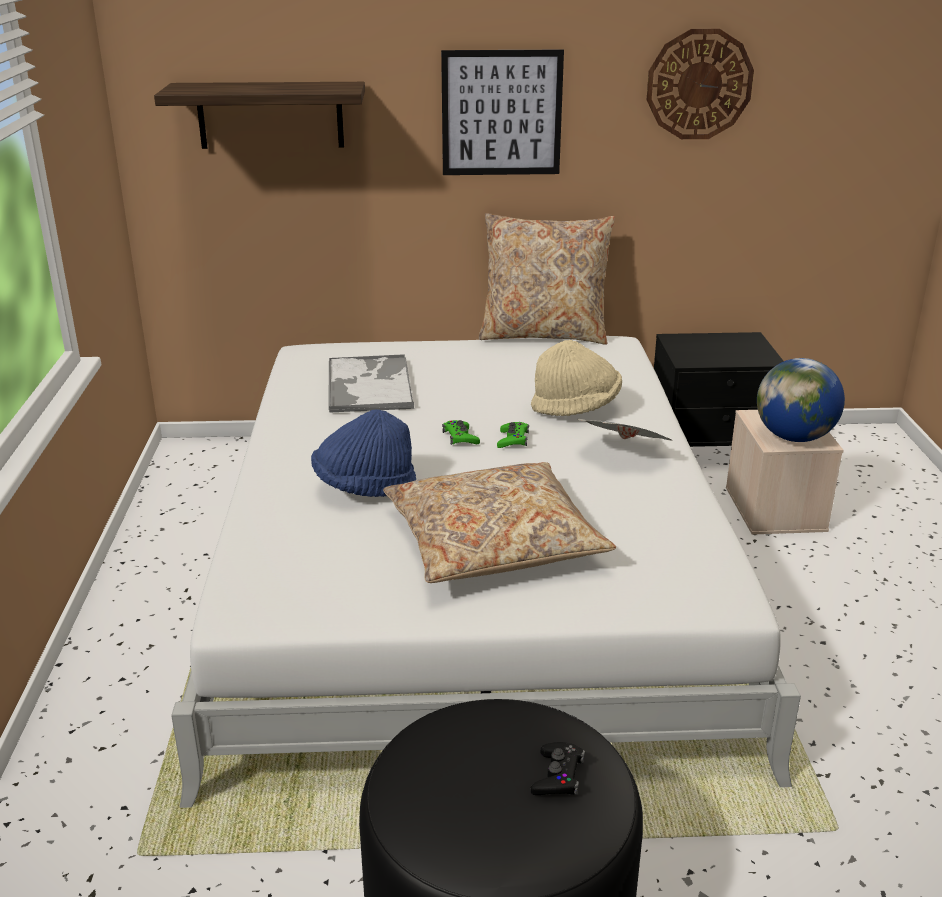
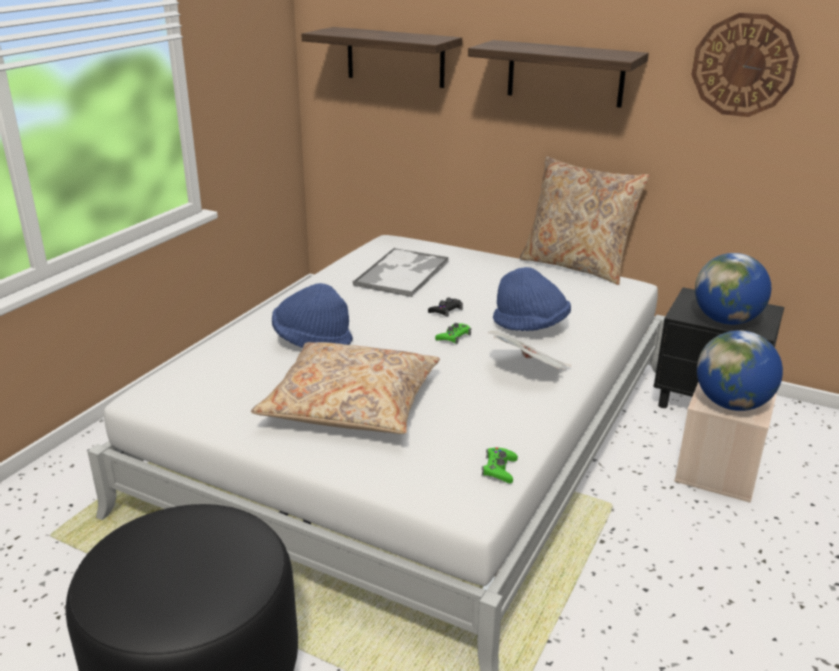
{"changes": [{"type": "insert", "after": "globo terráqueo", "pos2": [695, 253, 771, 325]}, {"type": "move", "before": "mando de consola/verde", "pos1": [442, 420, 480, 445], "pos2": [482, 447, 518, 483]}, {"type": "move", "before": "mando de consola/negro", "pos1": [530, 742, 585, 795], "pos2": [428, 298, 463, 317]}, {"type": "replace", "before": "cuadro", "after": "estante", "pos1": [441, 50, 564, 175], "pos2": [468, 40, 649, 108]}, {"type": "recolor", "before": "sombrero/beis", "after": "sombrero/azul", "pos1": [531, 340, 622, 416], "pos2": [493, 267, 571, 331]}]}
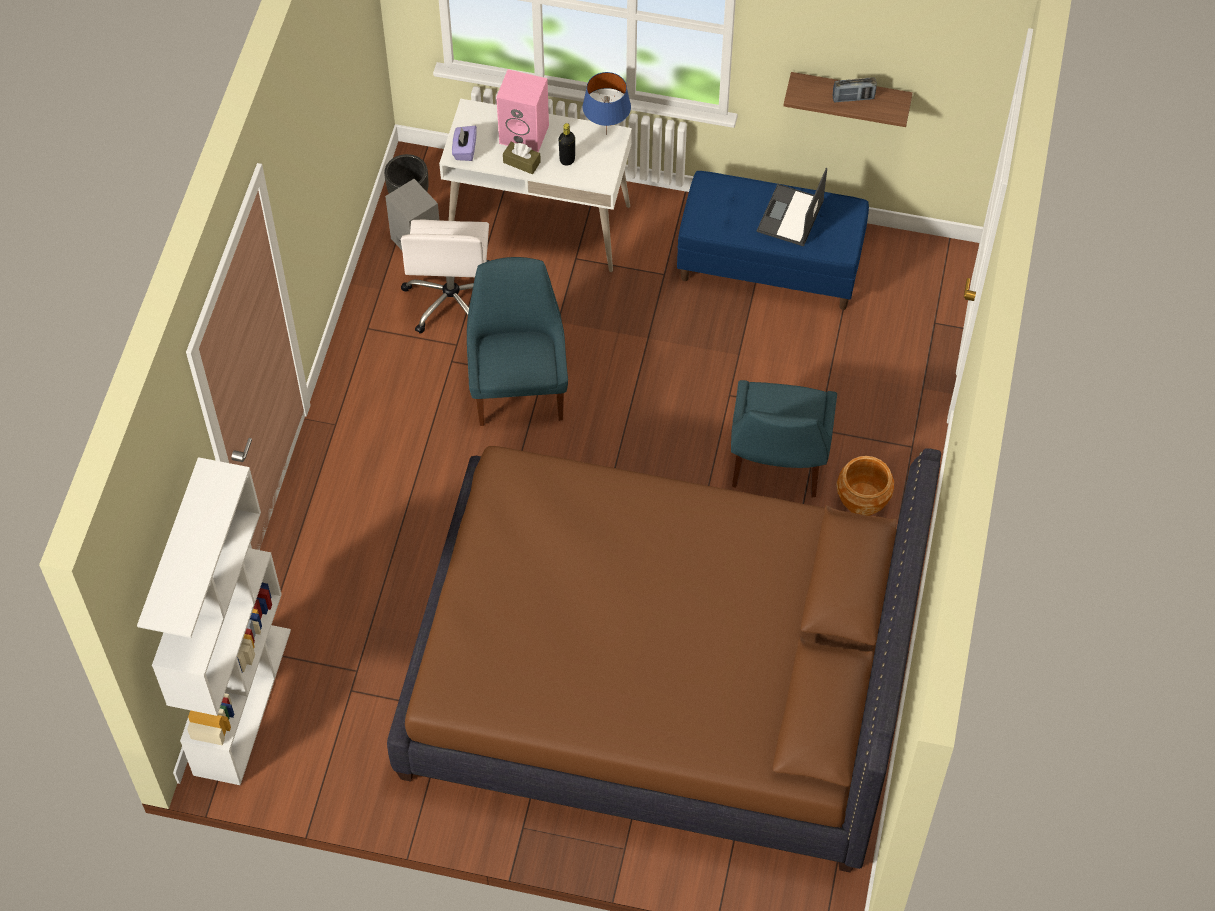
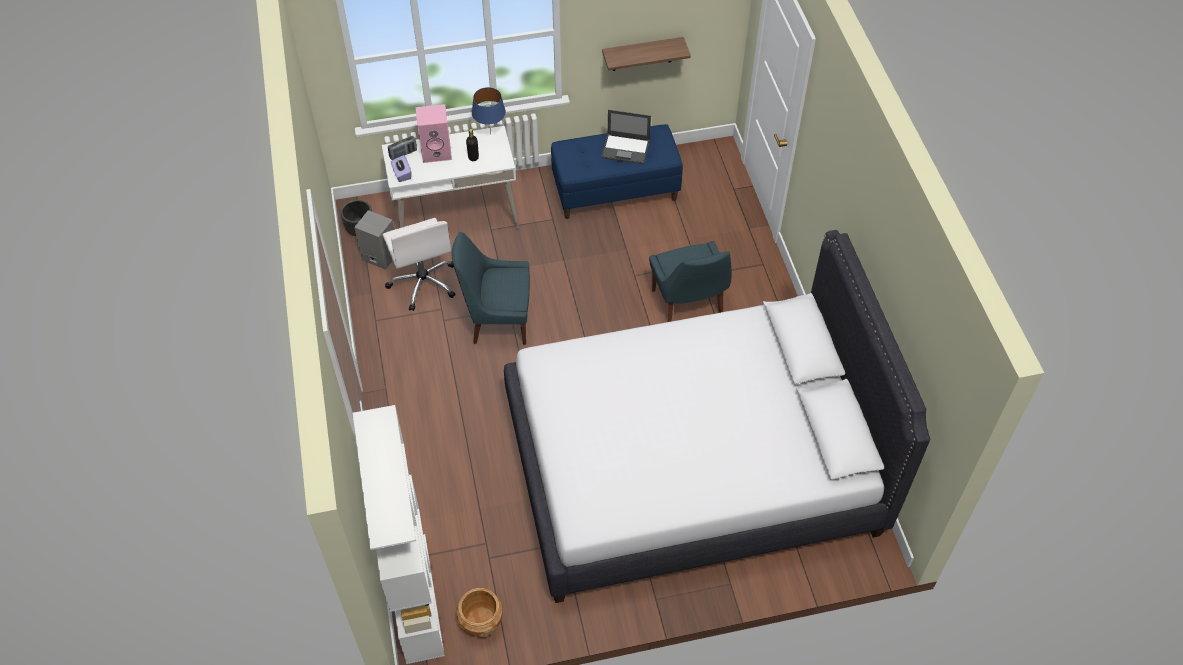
{"changes": [{"type": "delete", "before": "caja de pañuelos/marrón", "pos1": [503, 142, 541, 174]}, {"type": "move", "before": "radio", "pos1": [833, 77, 877, 102], "pos2": [388, 136, 417, 160]}, {"type": "move", "before": "maceta/marrón", "pos1": [836, 456, 894, 516], "pos2": [456, 588, 503, 637]}, {"type": "recolor", "before": "cama/marrón", "after": "cama/blanco", "pos1": [387, 446, 941, 872], "pos2": [504, 230, 930, 603]}, {"type": "rotate", "before": "silla/azul", "pos1": [467, 257, 568, 426], "pos2": [452, 232, 530, 345], "turn": -60}, {"type": "rotate", "before": "portátil", "pos1": [757, 168, 827, 246], "pos2": [601, 110, 651, 165], "turn": -75}]}
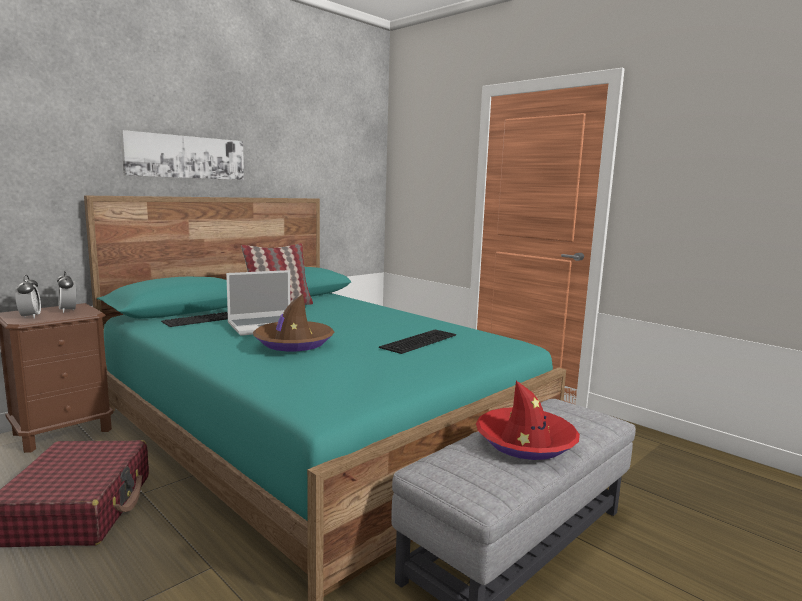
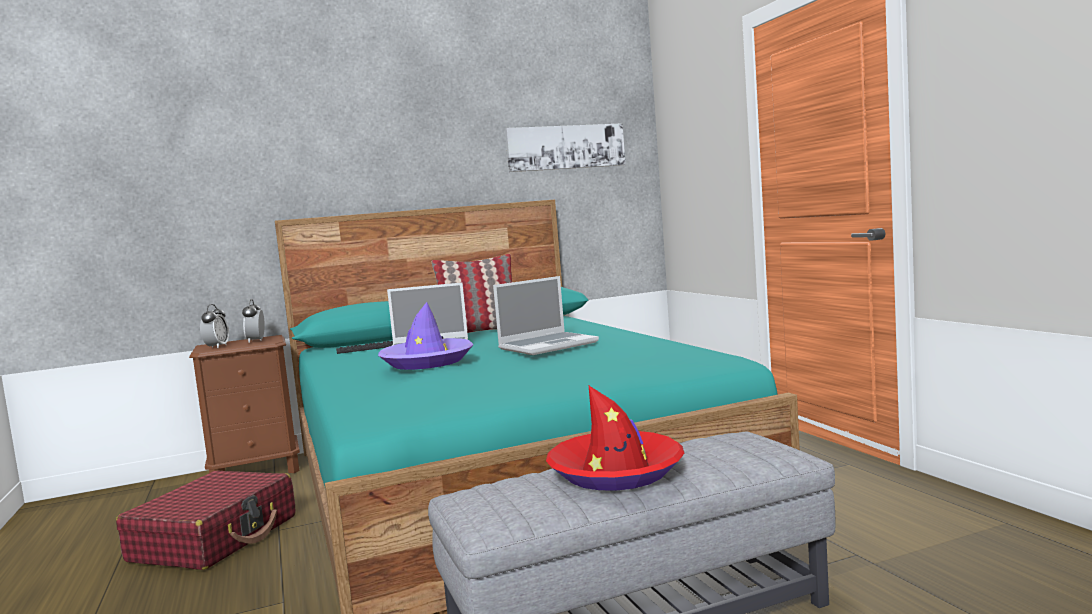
{"changes": [{"type": "delete", "before": "teclado", "pos1": [379, 330, 456, 354]}, {"type": "insert", "after": "portátil", "pos2": [493, 276, 599, 355]}, {"type": "move", "before": "cuadro", "pos1": [121, 130, 244, 180], "pos2": [505, 123, 626, 172]}, {"type": "recolor", "before": "sombrero/marrón", "after": "sombrero/morado", "pos1": [253, 294, 334, 351], "pos2": [378, 302, 474, 370]}]}
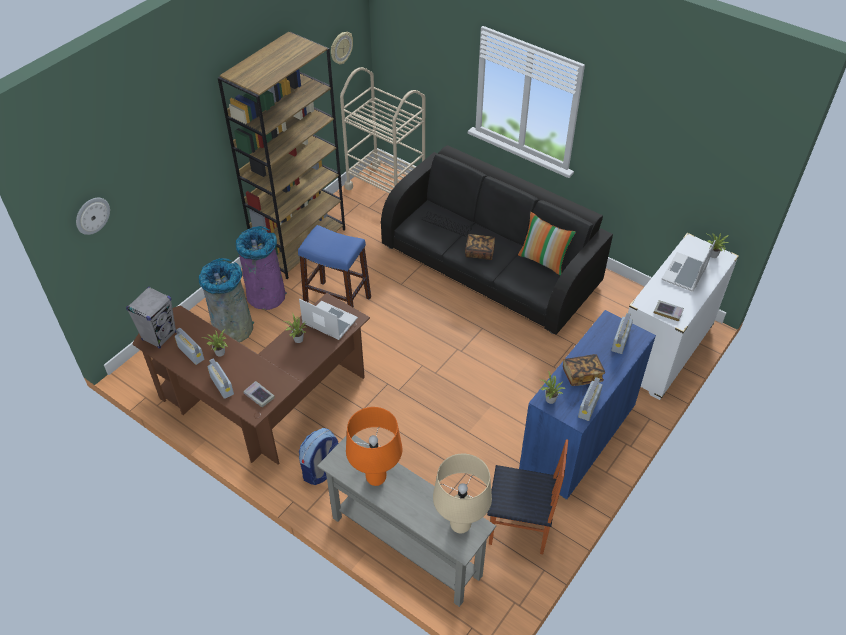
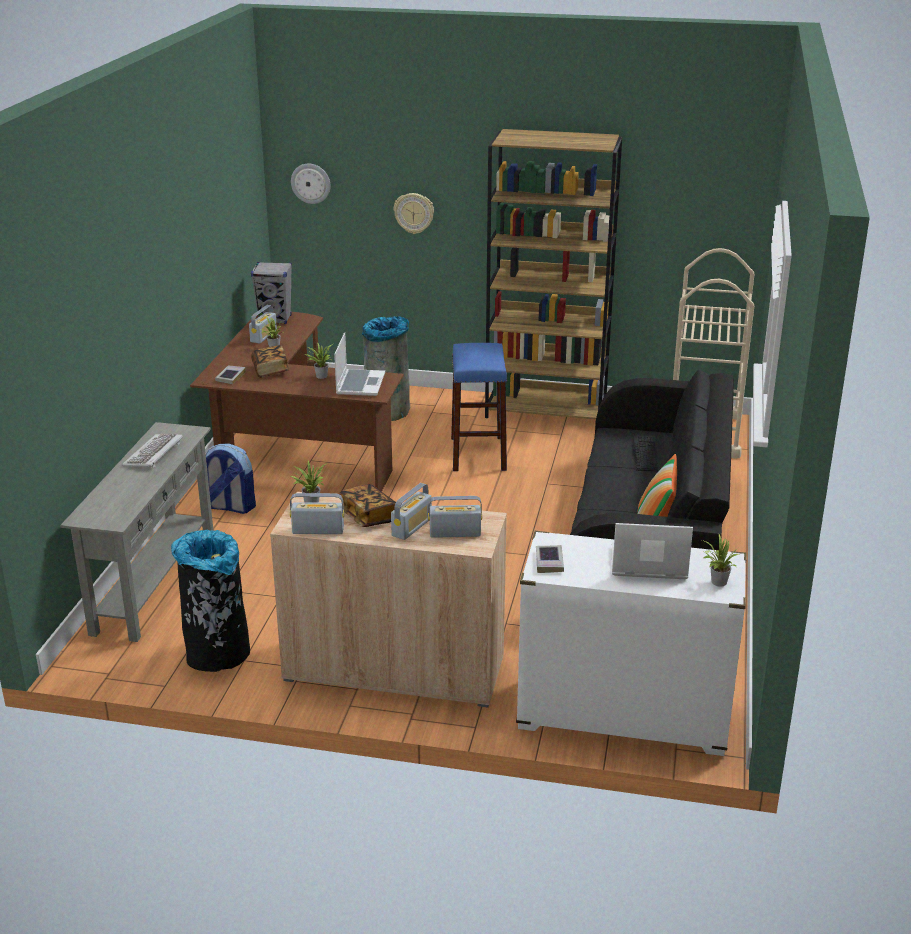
{"changes": [{"type": "delete", "before": "papelera/morado", "pos1": [236, 226, 287, 310]}, {"type": "delete", "before": "lámpara de mesa/beis", "pos1": [433, 454, 492, 533]}, {"type": "move", "before": "radio", "pos1": [207, 359, 234, 399], "pos2": [391, 483, 432, 540]}, {"type": "move", "before": "reloj de pared", "pos1": [331, 32, 353, 64], "pos2": [394, 193, 434, 234]}, {"type": "move", "before": "libro", "pos1": [465, 234, 495, 260], "pos2": [251, 345, 289, 378]}, {"type": "replace", "before": "lámpara de mesa/naranja", "after": "teclado", "pos1": [346, 407, 402, 486], "pos2": [122, 434, 183, 468]}, {"type": "replace", "before": "silla", "after": "papelera/negro", "pos1": [487, 439, 568, 554], "pos2": [171, 529, 250, 672]}, {"type": "recolor", "before": "armario/azul", "after": "armario/beis", "pos1": [519, 310, 656, 500], "pos2": [270, 492, 507, 707]}]}
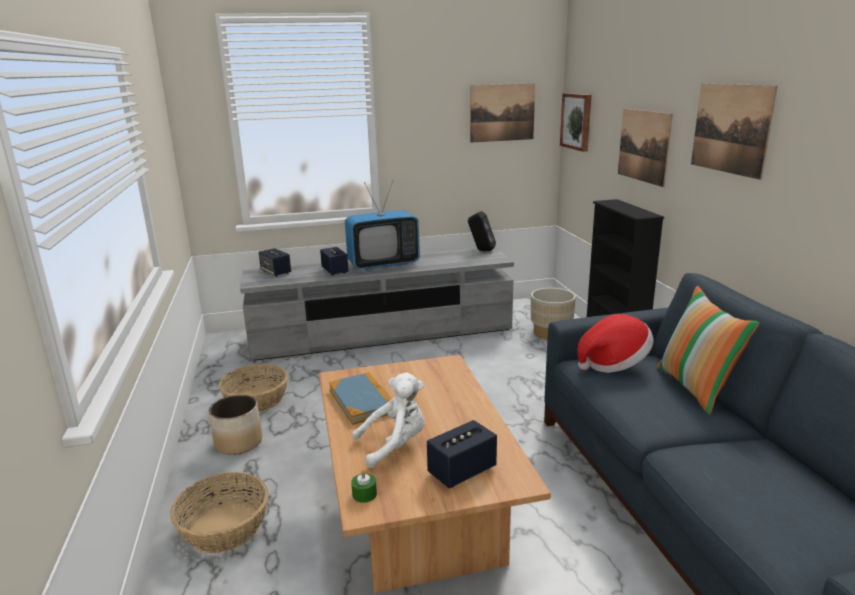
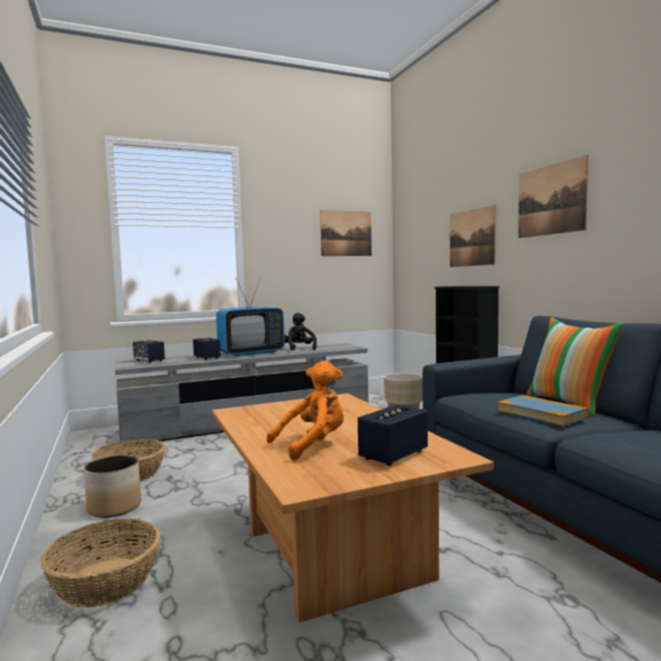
{"changes": [{"type": "delete", "before": "vela/verde", "pos1": [351, 470, 377, 503]}, {"type": "delete", "before": "altavoz/negro", "pos1": [468, 211, 496, 251]}, {"type": "delete", "before": "cuadro", "pos1": [560, 93, 592, 152]}, {"type": "delete", "before": "sombrero", "pos1": [577, 314, 654, 373]}, {"type": "insert", "after": "peluche/negro", "pos2": [284, 313, 317, 350]}, {"type": "move", "before": "libro", "pos1": [329, 372, 391, 425], "pos2": [498, 395, 589, 426]}, {"type": "recolor", "before": "peluche/blanco", "after": "peluche/naranja", "pos1": [353, 372, 425, 468], "pos2": [267, 361, 344, 460]}]}
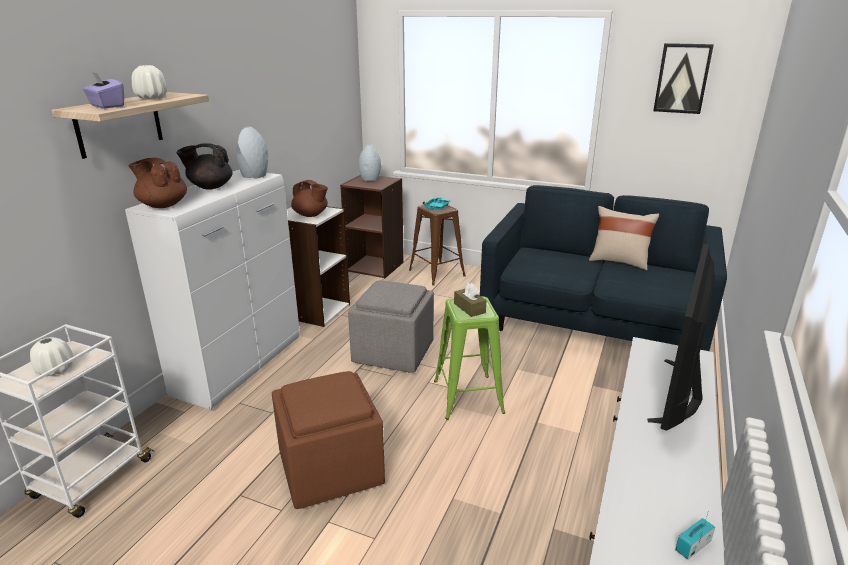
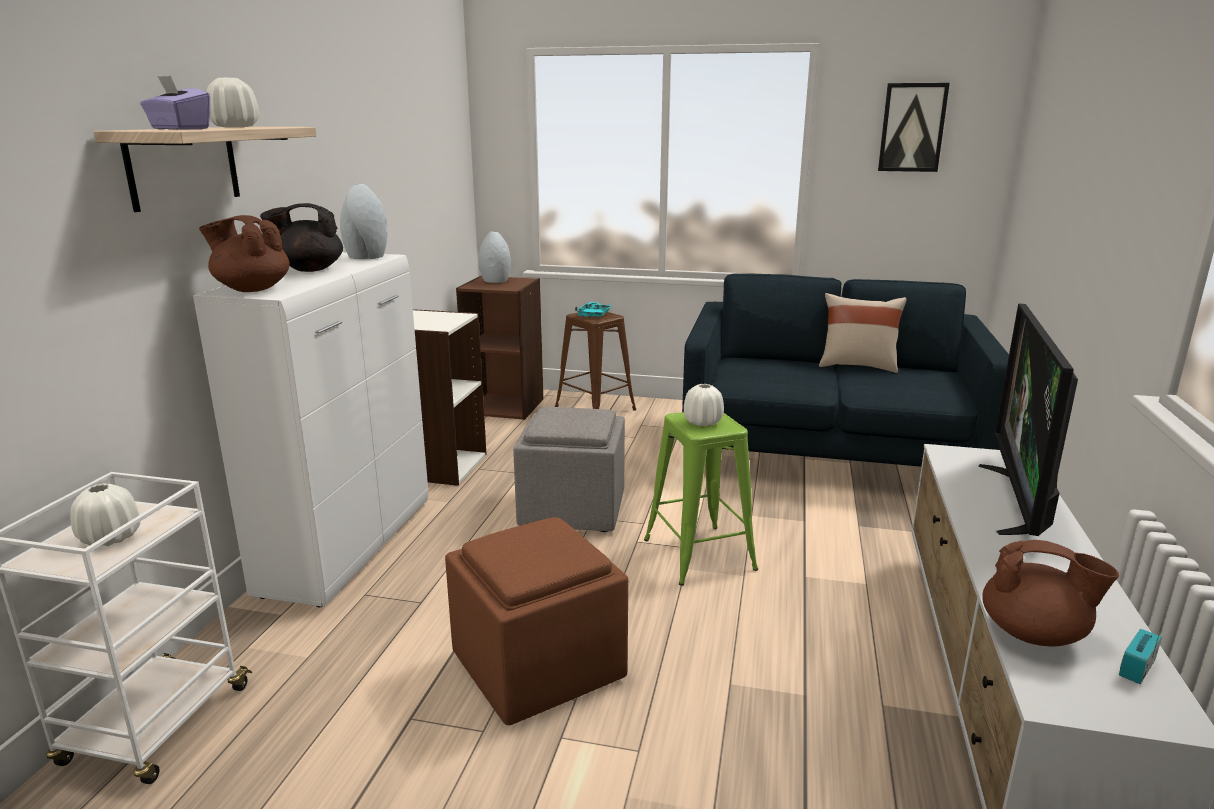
{"changes": [{"type": "move", "before": "tetera/marrón", "pos1": [291, 180, 328, 217], "pos2": [982, 540, 1119, 646]}, {"type": "replace", "before": "caja de pañuelos/marrón", "after": "florero/blanco", "pos1": [454, 283, 486, 317], "pos2": [684, 384, 724, 426]}]}
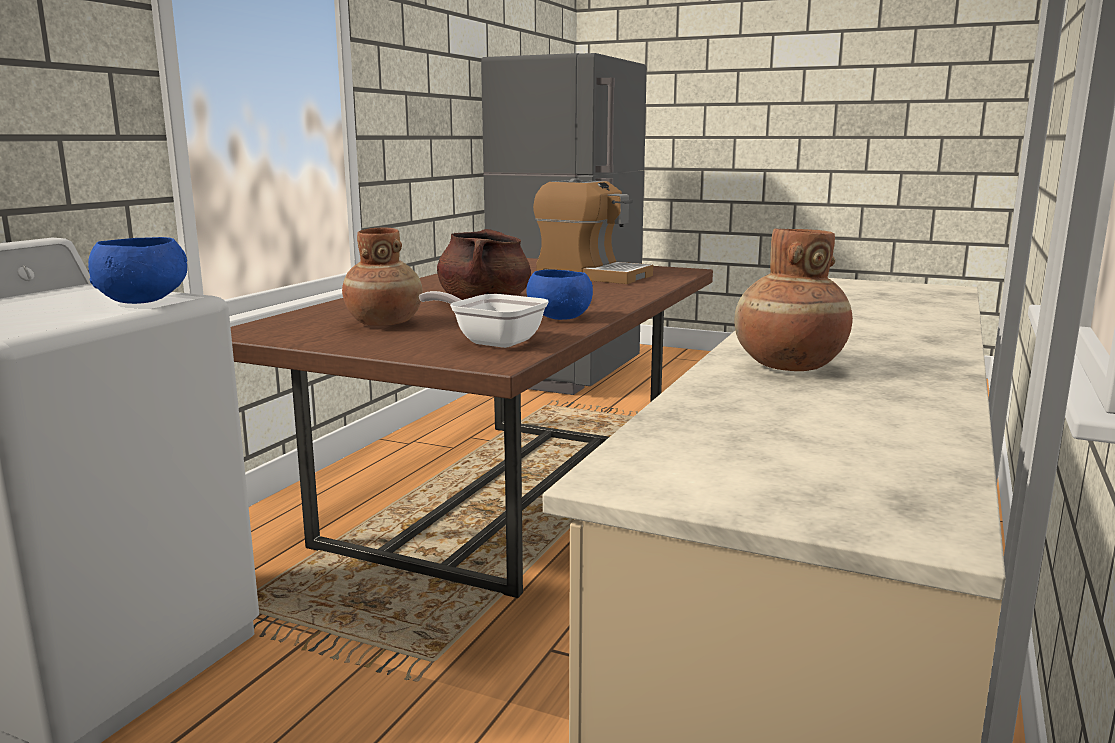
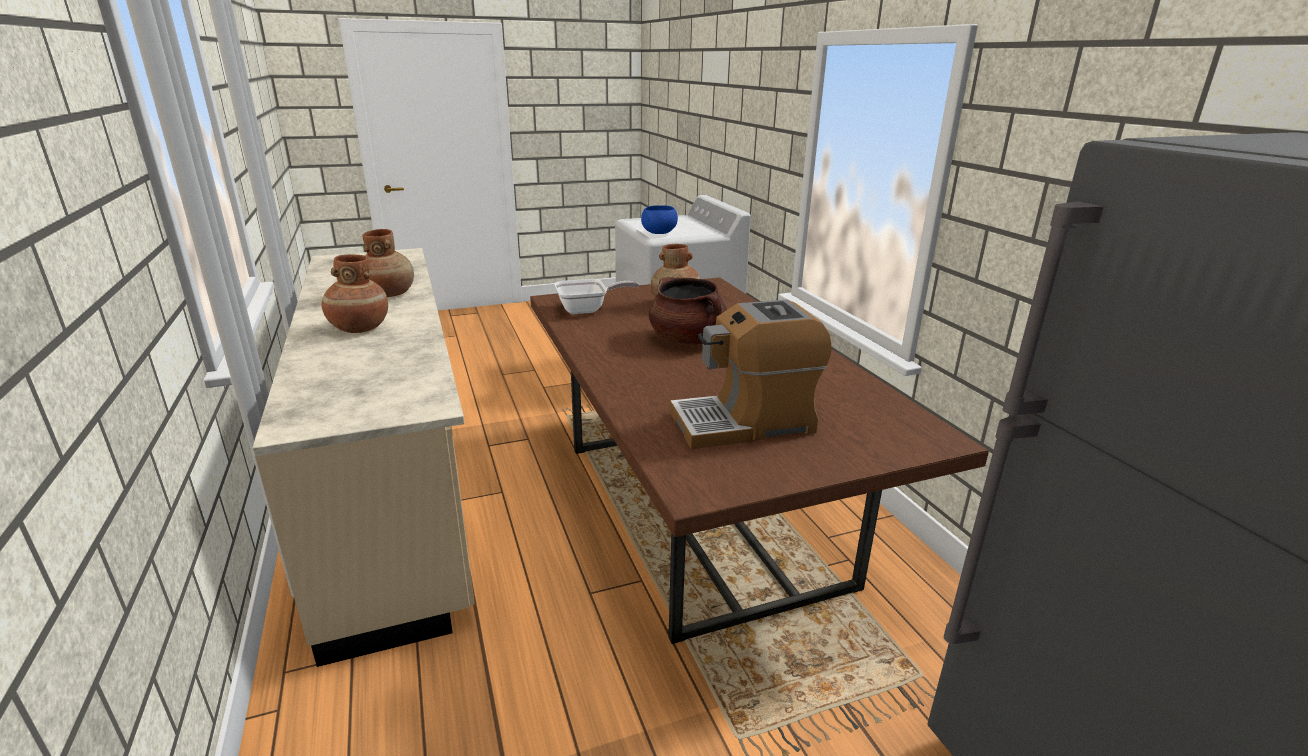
{"changes": [{"type": "delete", "before": "cuenco/azul", "pos1": [526, 270, 593, 320]}, {"type": "insert", "after": "florero/marrón", "pos2": [322, 254, 388, 333]}]}
